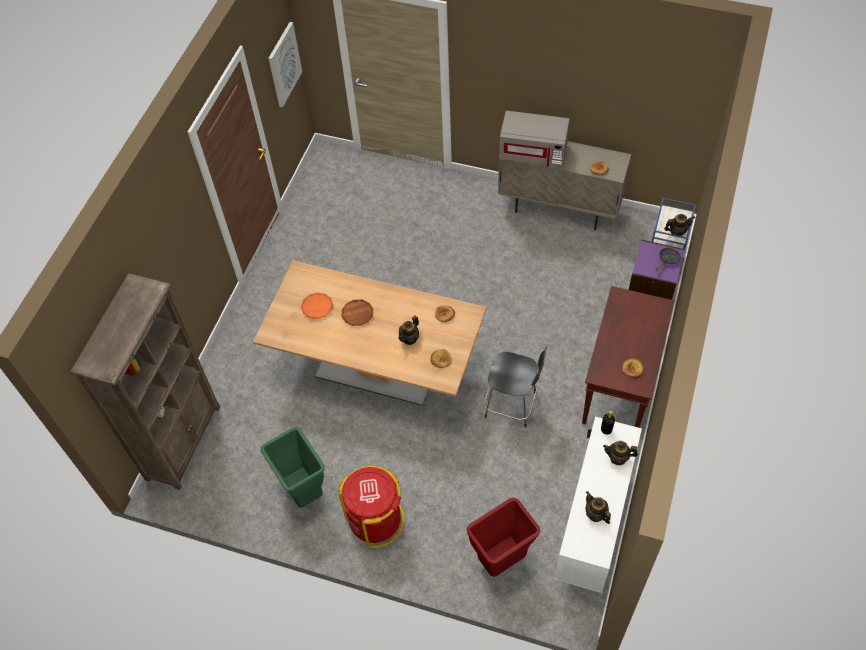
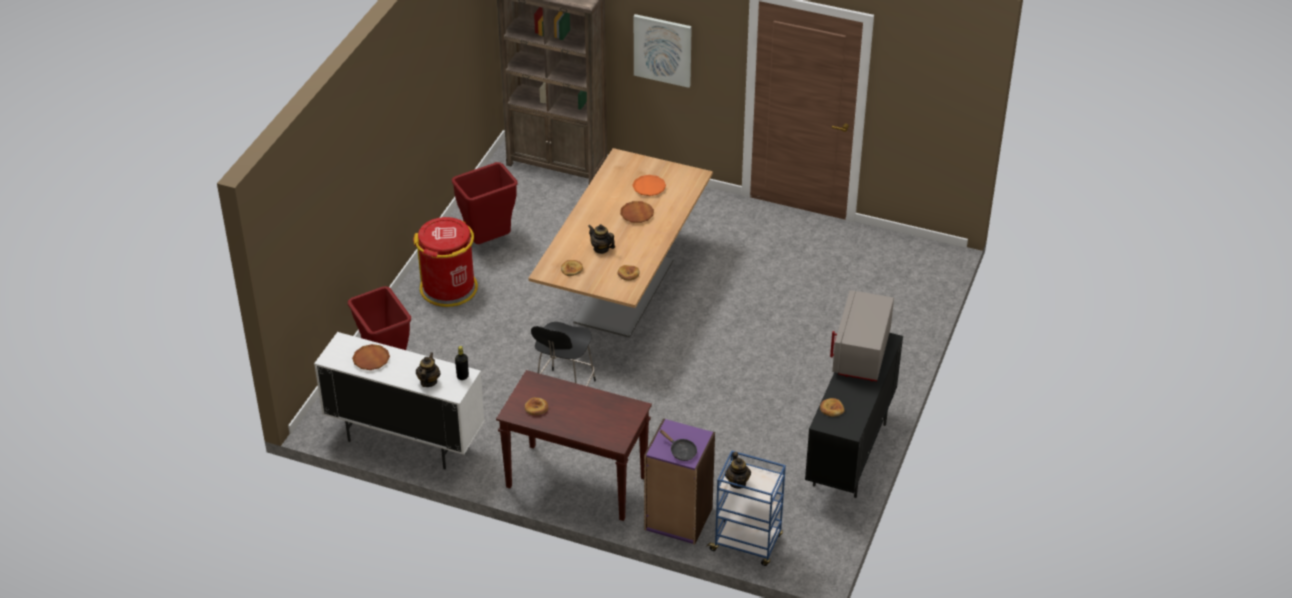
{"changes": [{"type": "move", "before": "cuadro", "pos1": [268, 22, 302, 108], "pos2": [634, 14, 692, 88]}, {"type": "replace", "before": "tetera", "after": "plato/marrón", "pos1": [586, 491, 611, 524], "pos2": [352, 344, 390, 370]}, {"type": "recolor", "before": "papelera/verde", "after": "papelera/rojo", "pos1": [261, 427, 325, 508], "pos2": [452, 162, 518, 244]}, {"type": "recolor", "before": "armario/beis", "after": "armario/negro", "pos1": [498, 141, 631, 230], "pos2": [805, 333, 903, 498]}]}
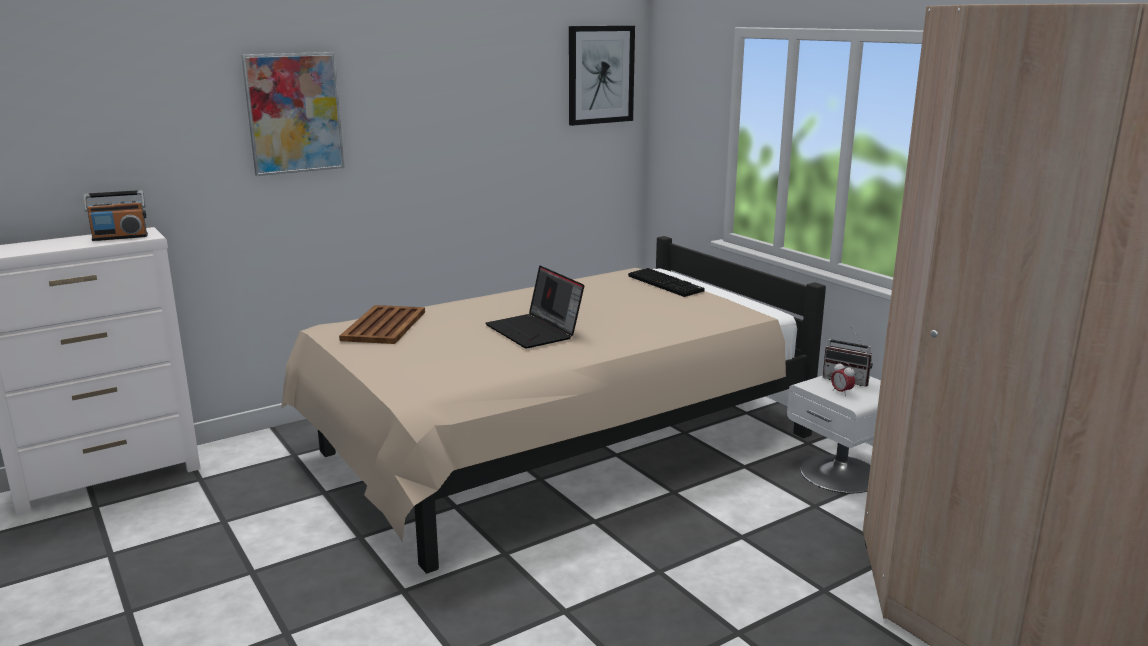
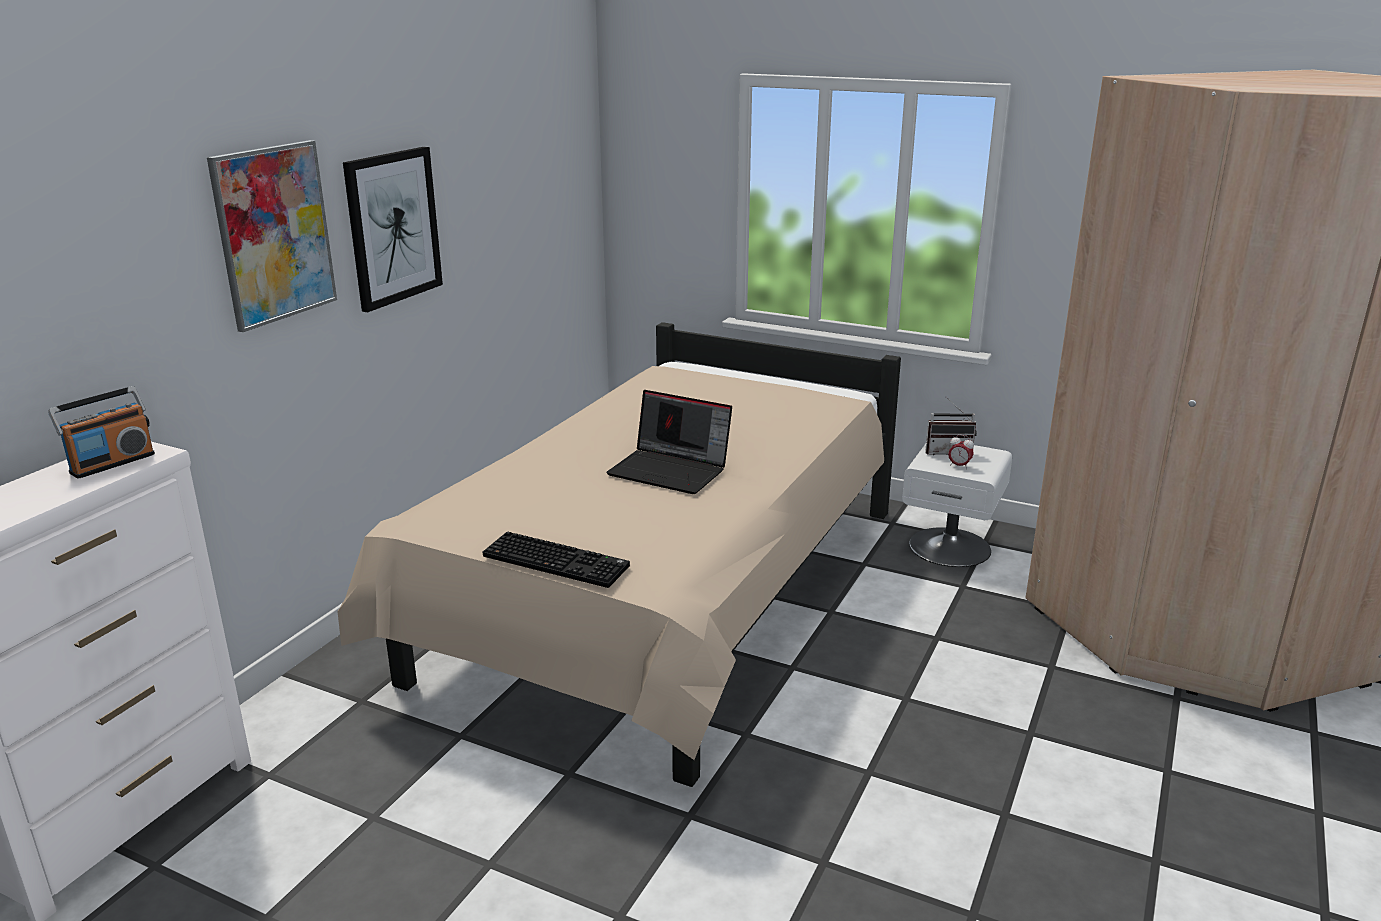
{"changes": [{"type": "delete", "before": "bandeja/marrón", "pos1": [339, 305, 425, 344]}, {"type": "move", "before": "cuadro", "pos1": [569, 26, 635, 126], "pos2": [343, 147, 443, 312]}, {"type": "move", "before": "teclado", "pos1": [628, 268, 704, 297], "pos2": [483, 532, 630, 588]}]}
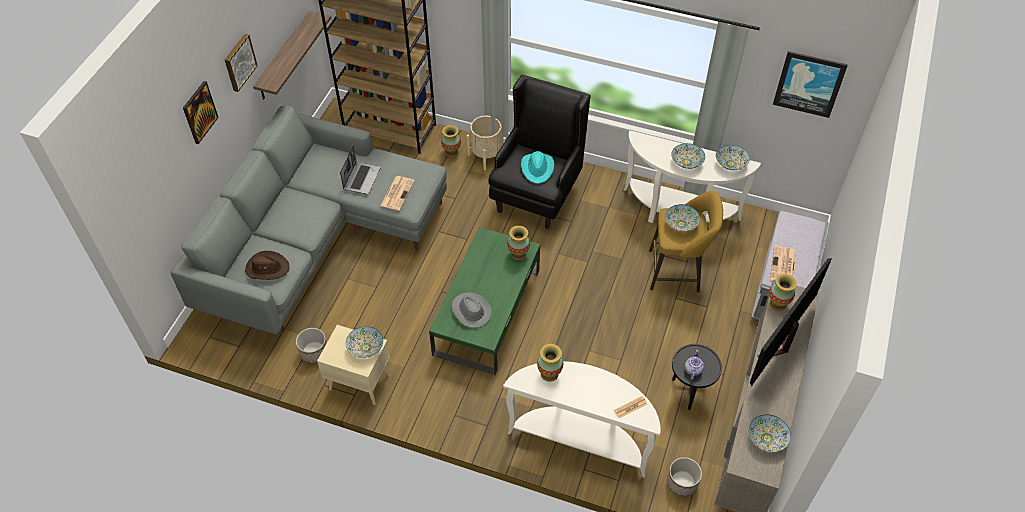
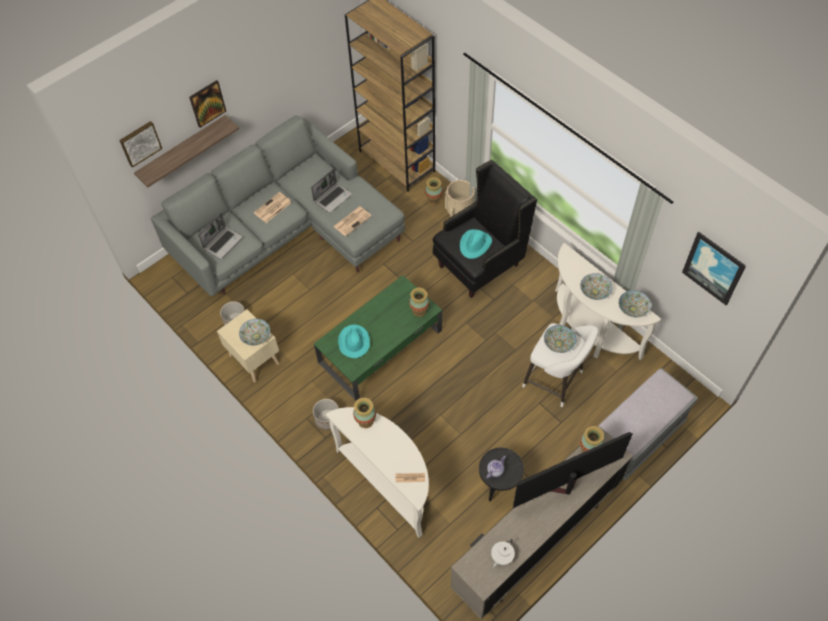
{"changes": [{"type": "move", "before": "cuadro", "pos1": [225, 34, 258, 92], "pos2": [119, 121, 162, 168]}, {"type": "move", "before": "estante", "pos1": [253, 11, 331, 99], "pos2": [134, 115, 239, 188]}, {"type": "move", "before": "maceta", "pos1": [667, 457, 702, 497], "pos2": [313, 399, 339, 430]}, {"type": "move", "before": "periódico", "pos1": [770, 246, 796, 281], "pos2": [254, 192, 292, 223]}, {"type": "replace", "before": "sombrero/marrón", "after": "portátil", "pos1": [245, 251, 290, 280], "pos2": [198, 213, 243, 259]}, {"type": "replace", "before": "cuenco", "after": "tetera/blanco", "pos1": [749, 415, 791, 452], "pos2": [491, 539, 515, 568]}, {"type": "recolor", "before": "sombrero/gris", "after": "sombrero/turquesa", "pos1": [452, 292, 492, 328], "pos2": [338, 325, 370, 358]}, {"type": "recolor", "before": "taburete/amarillo", "after": "taburete/blanco", "pos1": [649, 191, 723, 293], "pos2": [522, 323, 599, 407]}]}
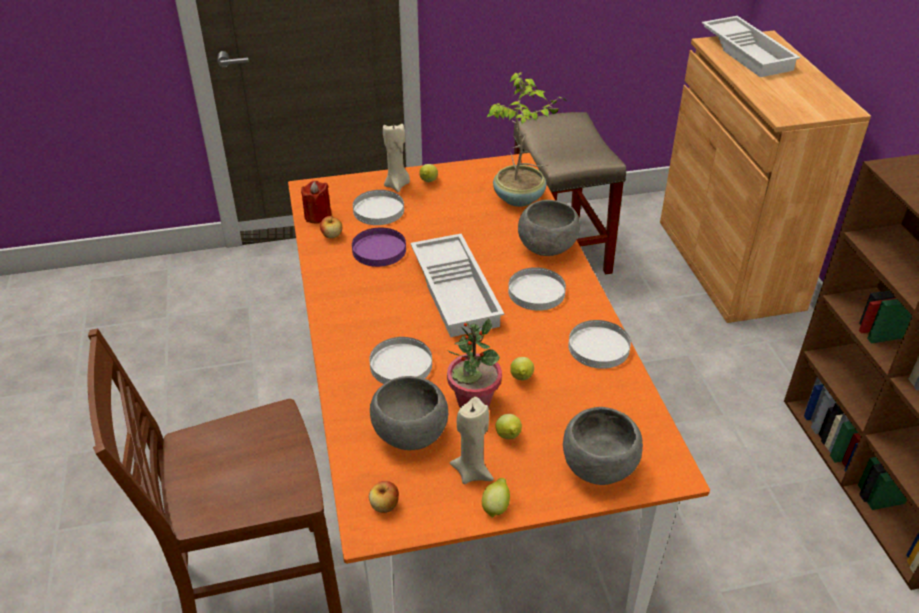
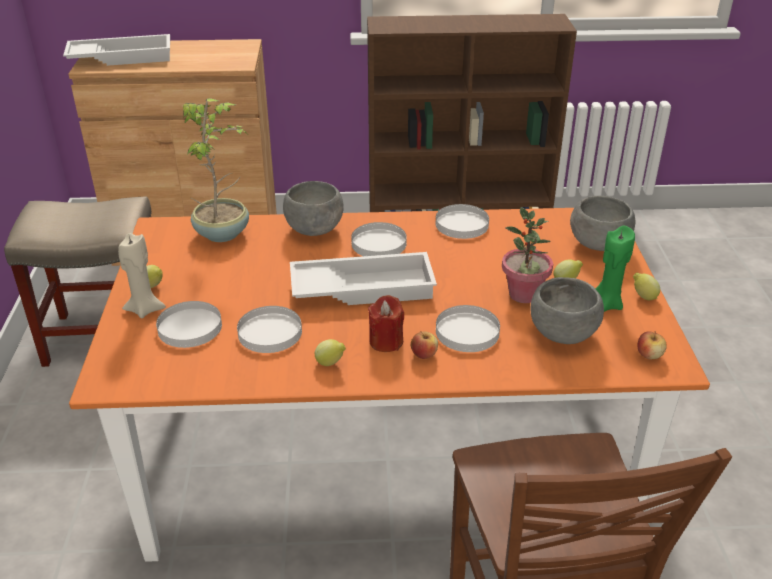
{"changes": [{"type": "move", "before": "vela/rojo", "pos1": [301, 181, 332, 223], "pos2": [368, 295, 404, 352]}, {"type": "move", "before": "manzana", "pos1": [320, 216, 342, 238], "pos2": [410, 331, 438, 359]}, {"type": "move", "before": "limón", "pos1": [510, 357, 534, 381], "pos2": [315, 339, 346, 366]}, {"type": "recolor", "before": "plato/morado", "after": "plato/blanco", "pos1": [352, 228, 406, 267], "pos2": [237, 306, 302, 353]}, {"type": "recolor", "before": "vela/beis", "after": "vela/verde", "pos1": [450, 397, 494, 484], "pos2": [596, 226, 635, 312]}]}
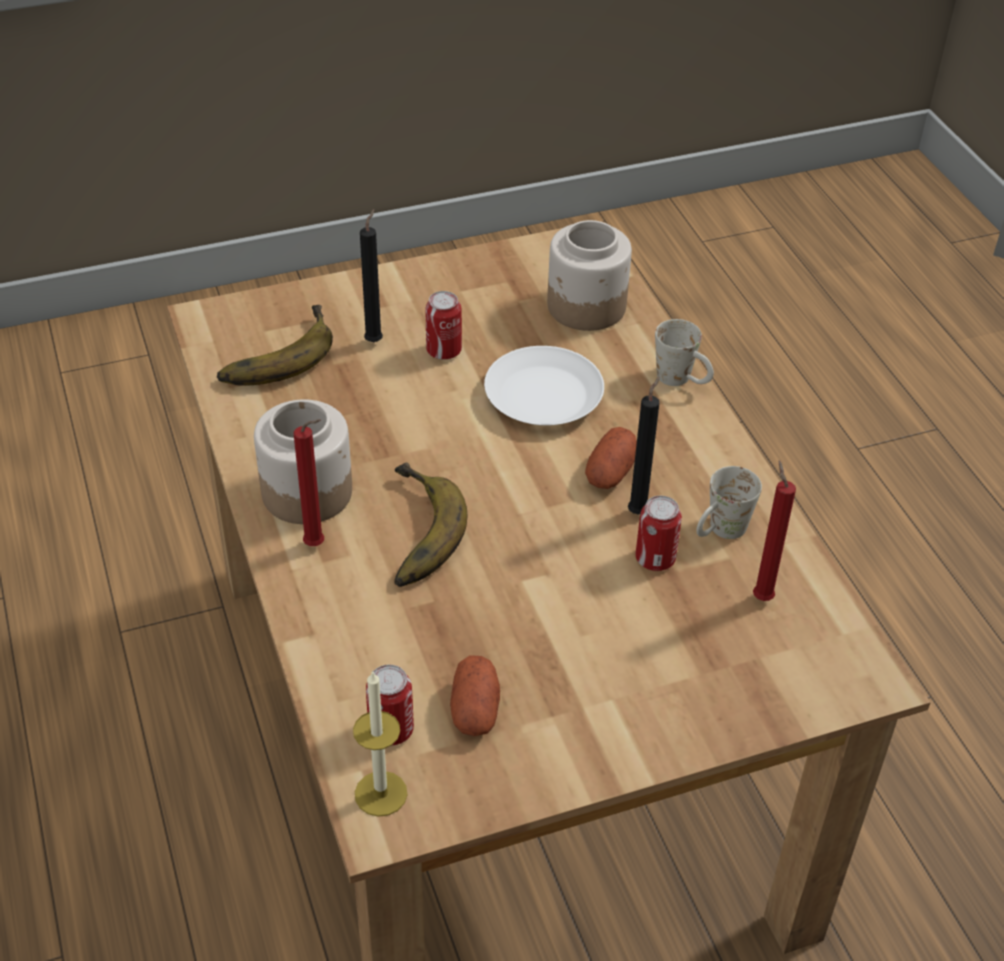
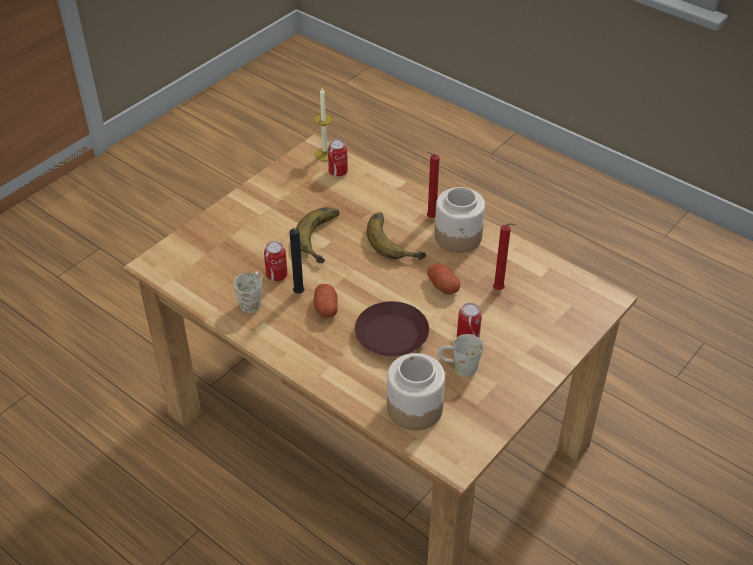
{"changes": [{"type": "delete", "before": "vela/negro", "pos1": [360, 209, 383, 342]}, {"type": "move", "before": "plátano", "pos1": [217, 305, 333, 386], "pos2": [296, 207, 339, 263]}, {"type": "move", "before": "patata", "pos1": [450, 655, 500, 736], "pos2": [427, 264, 461, 295]}, {"type": "move", "before": "taza grande/blanco", "pos1": [655, 319, 714, 386], "pos2": [437, 334, 483, 377]}, {"type": "move", "before": "vela/rojo", "pos1": [753, 461, 796, 601], "pos2": [493, 223, 516, 290]}, {"type": "recolor", "before": "plato/blanco", "after": "plato/marrón", "pos1": [484, 346, 604, 426], "pos2": [355, 301, 429, 356]}]}
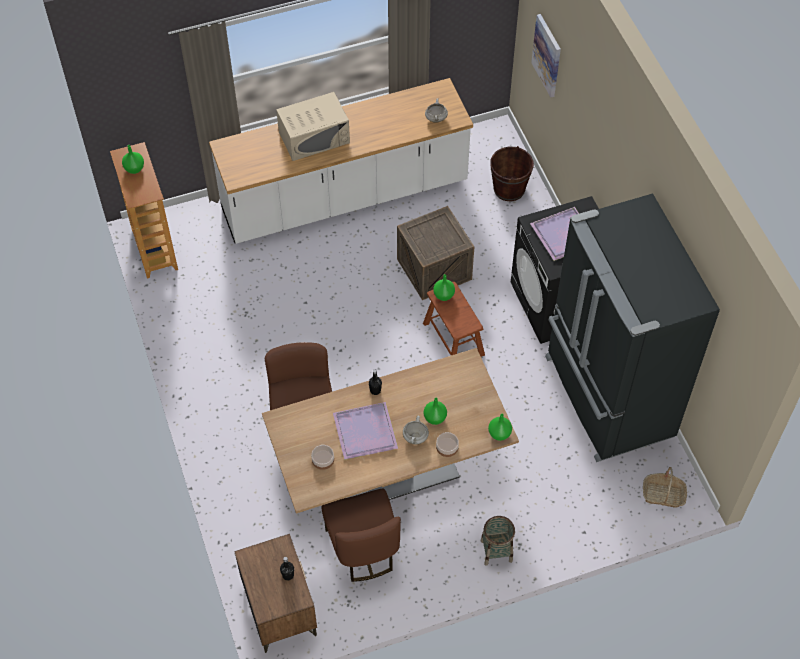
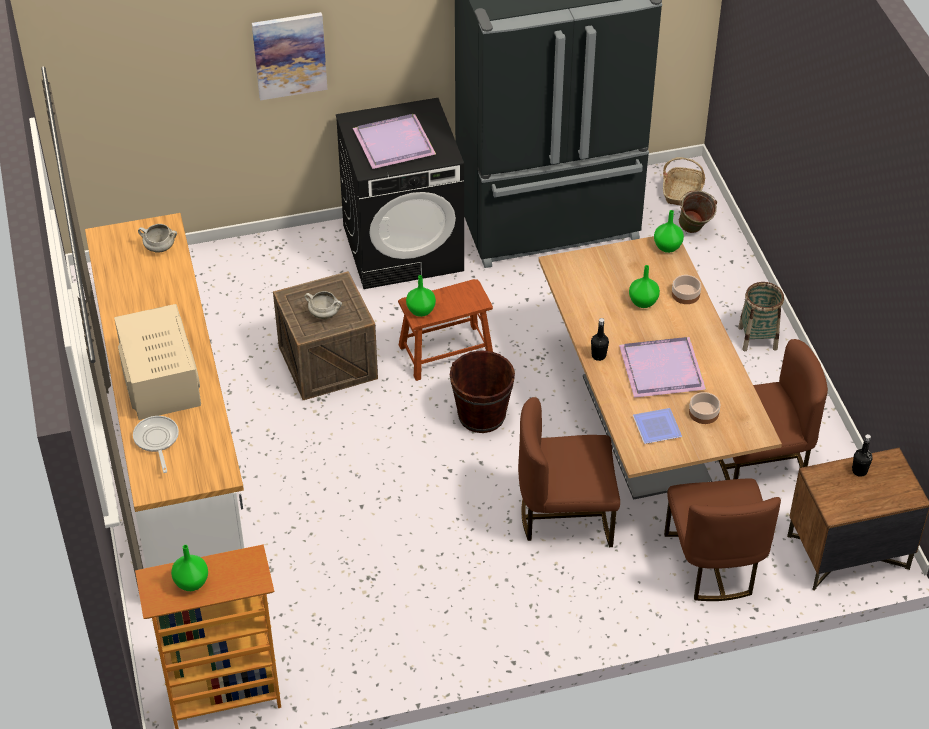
{"changes": [{"type": "insert", "after": "sartén", "pos2": [133, 416, 179, 473]}, {"type": "insert", "after": "plato", "pos2": [633, 408, 682, 444]}, {"type": "insert", "after": "silla/marrón", "pos2": [664, 478, 781, 601]}, {"type": "insert", "after": "cubo/verde", "pos2": [679, 190, 717, 233]}, {"type": "move", "before": "olla/blanco", "pos1": [403, 415, 429, 444], "pos2": [305, 291, 342, 319]}, {"type": "move", "before": "cubo/marrón", "pos1": [490, 146, 534, 201], "pos2": [450, 350, 515, 433]}, {"type": "move", "before": "cuadro", "pos1": [531, 14, 561, 98], "pos2": [252, 12, 328, 100]}]}
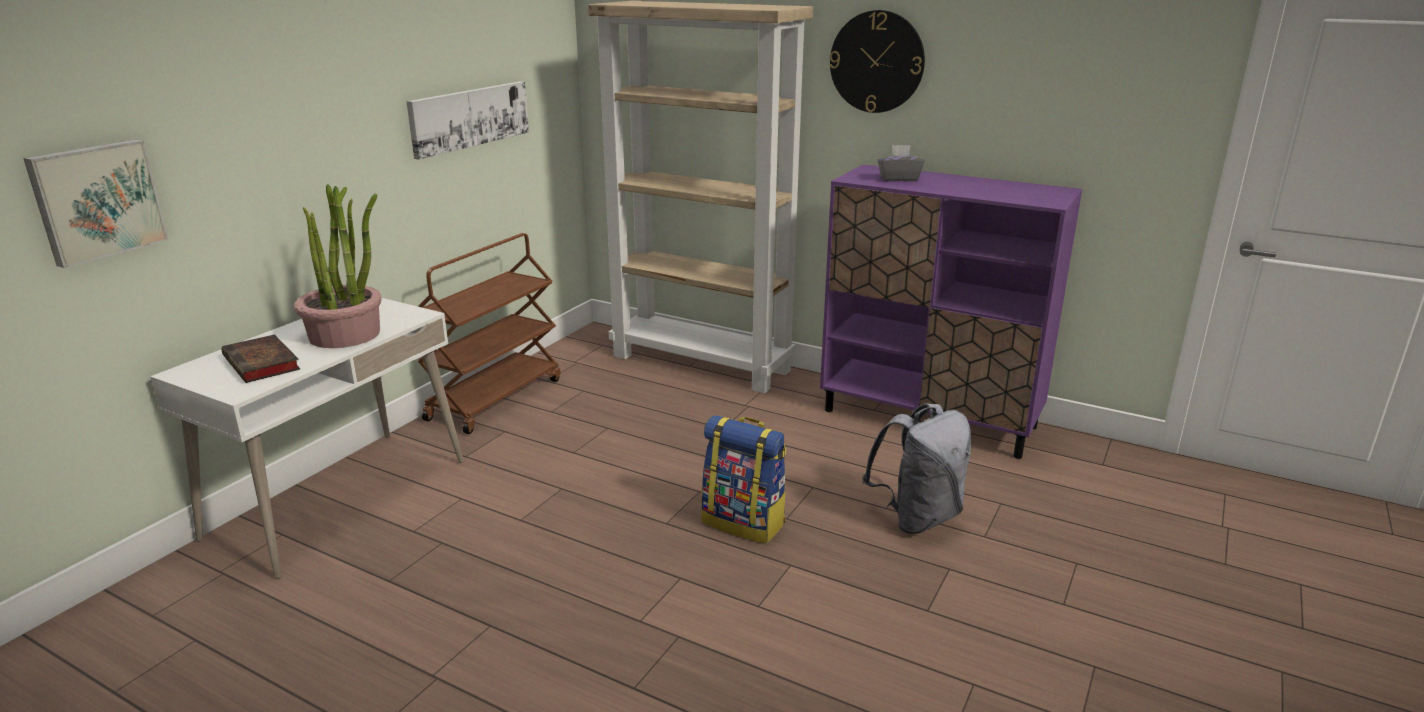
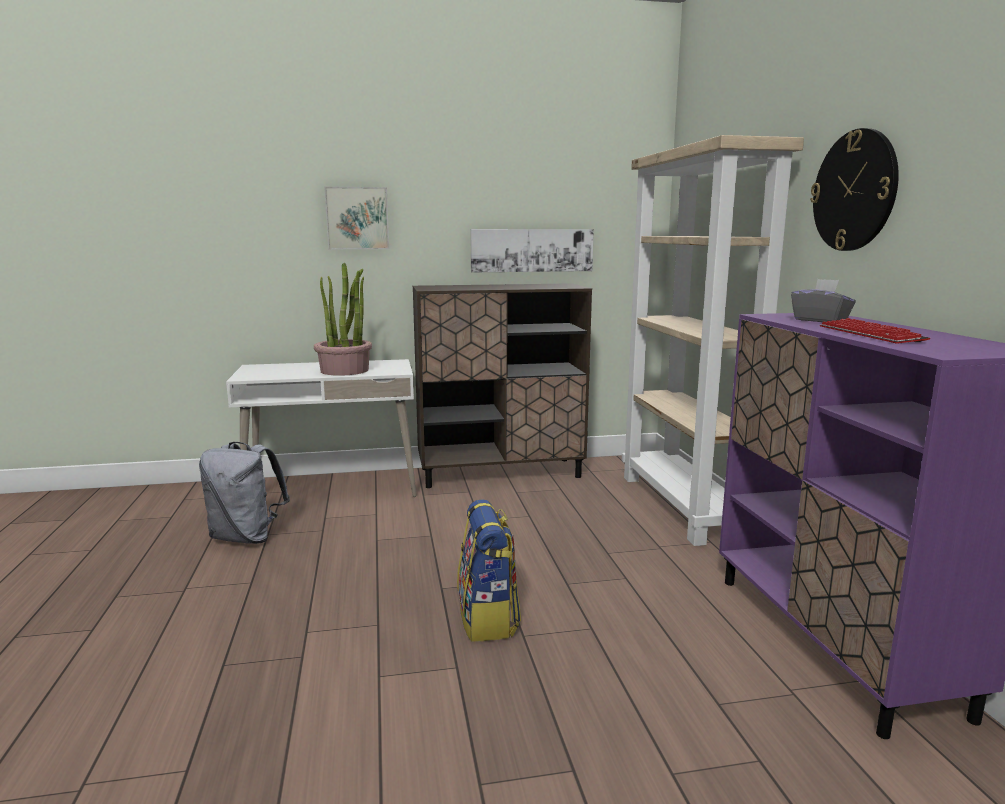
{"changes": [{"type": "delete", "before": "libro", "pos1": [221, 334, 300, 383]}, {"type": "insert", "after": "teclado", "pos2": [820, 318, 930, 344]}, {"type": "move", "before": "cuadro", "pos1": [23, 139, 169, 268], "pos2": [324, 187, 389, 249]}, {"type": "move", "before": "mochila/gris", "pos1": [862, 403, 971, 534], "pos2": [199, 442, 290, 544]}, {"type": "replace", "before": "carrito/marrón", "after": "armario/marrón", "pos1": [418, 233, 561, 434], "pos2": [413, 283, 592, 488]}]}
